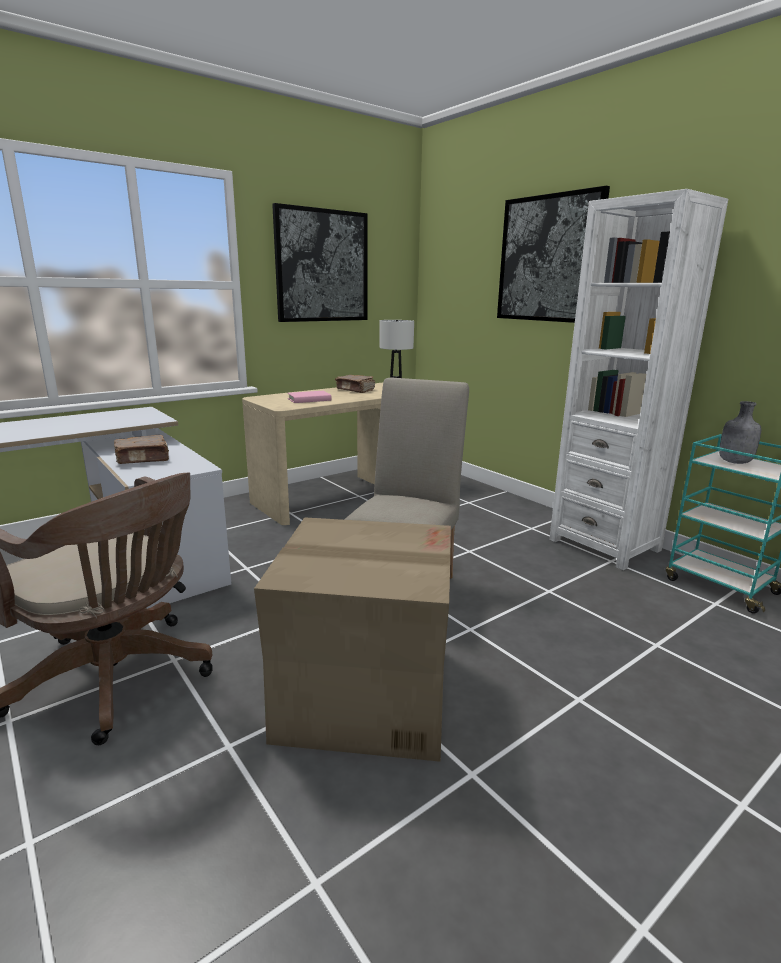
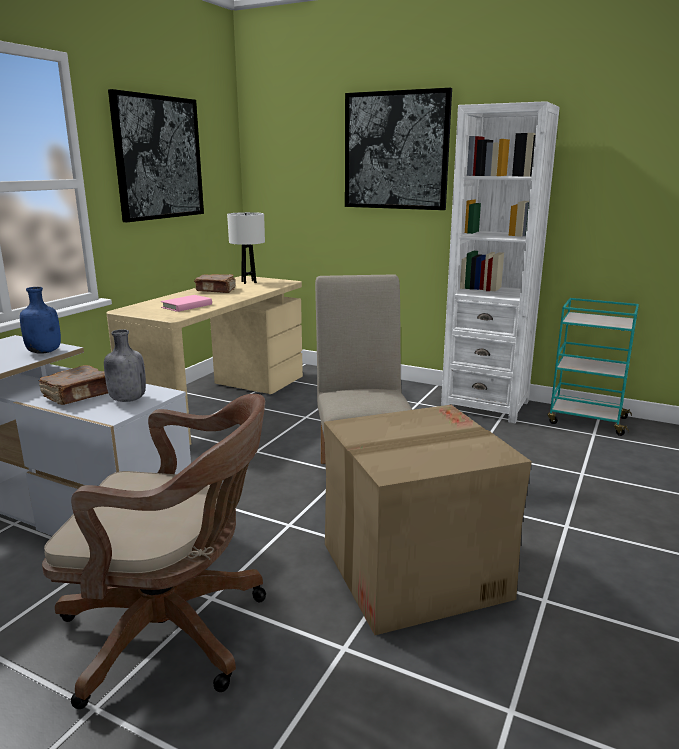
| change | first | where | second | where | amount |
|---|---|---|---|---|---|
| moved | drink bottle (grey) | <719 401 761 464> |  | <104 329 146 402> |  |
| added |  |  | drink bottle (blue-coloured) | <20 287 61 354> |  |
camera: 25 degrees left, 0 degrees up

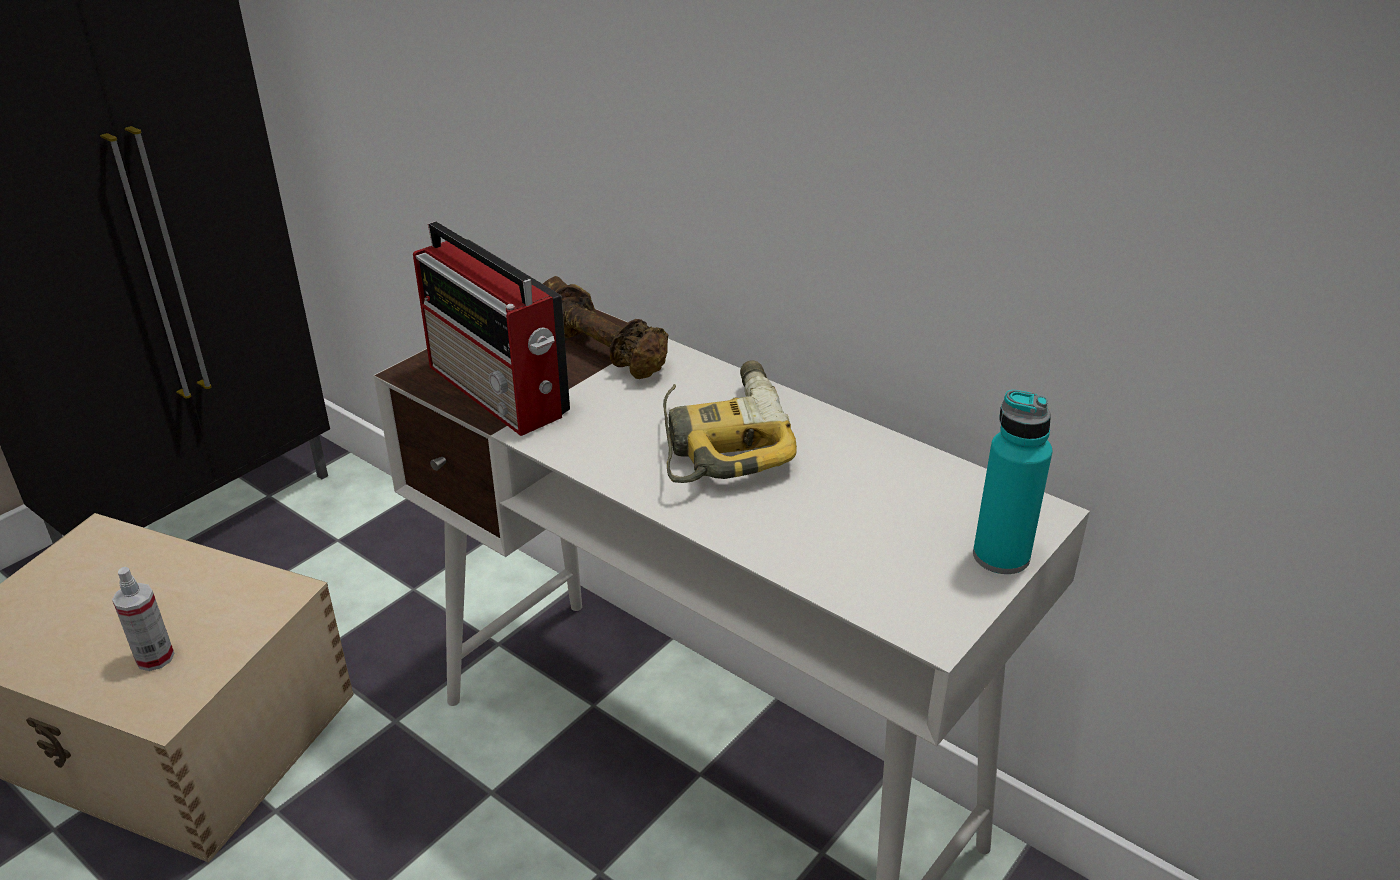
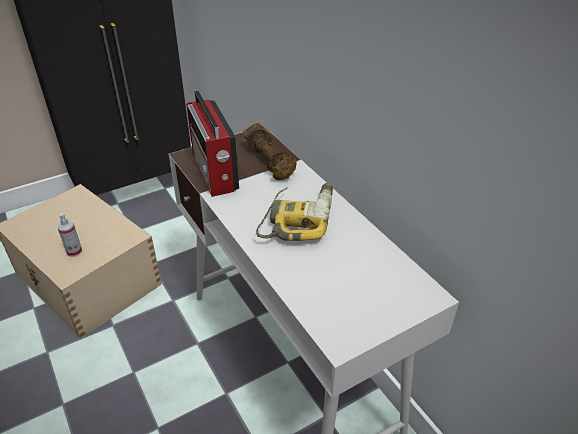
| change | first | where | second | where | amount |
|---|---|---|---|---|---|
| removed | drink bottle (blue-green) | <973 390 1052 574> |  |  |  |
camera: 20 degrees right, 5 degrees up

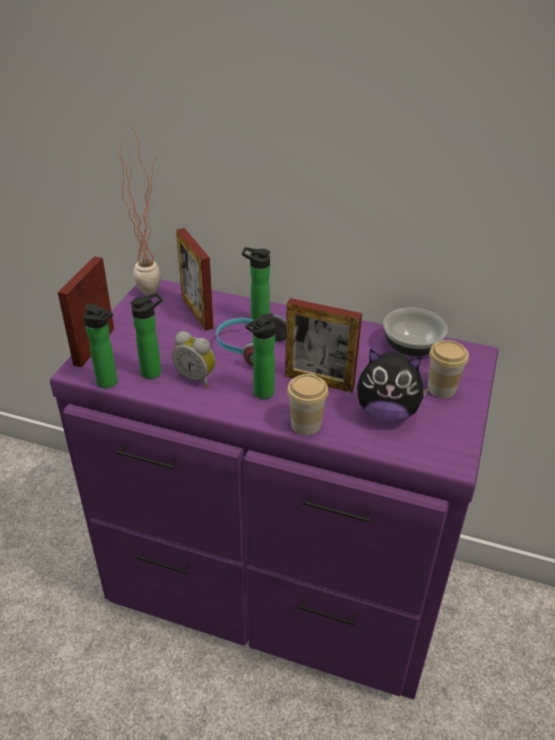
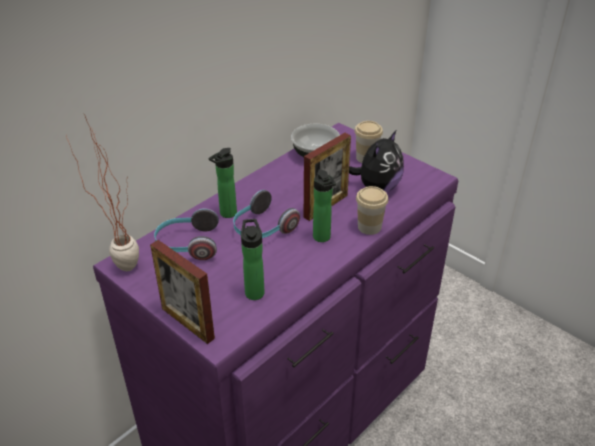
| change | first | where | second | where | amount |
|---|---|---|---|---|---|
| replaced | picture frame | <176 228 214 331> | headphones | <154 208 219 260> |  |
| removed | drink bottle | <83 304 117 388> |  |  |  |
| removed | bedside clock | <172 331 215 387> |  |  |  |
camera: 65 degrees left, 0 degrees up

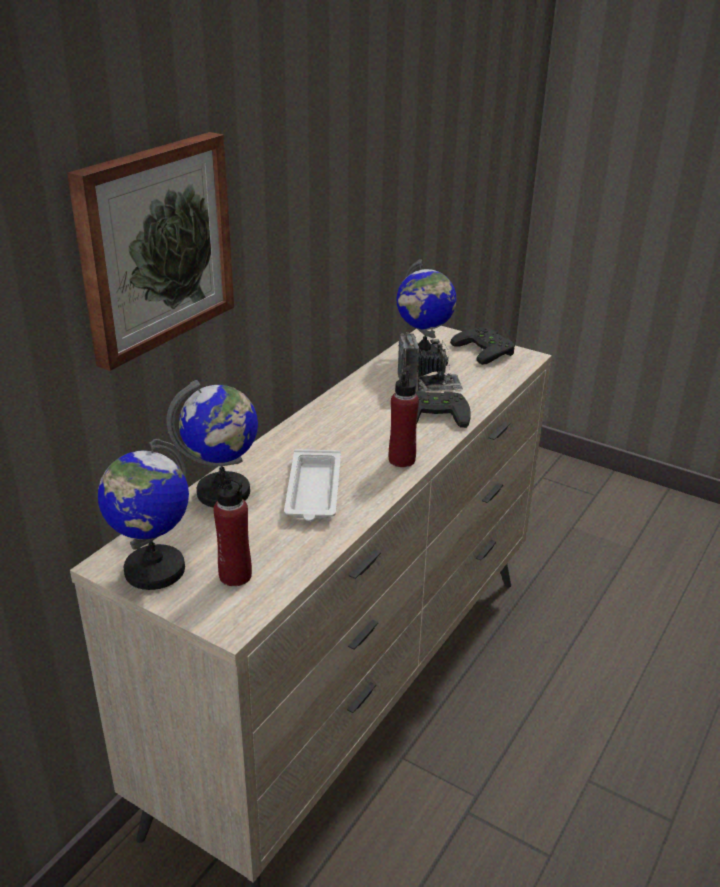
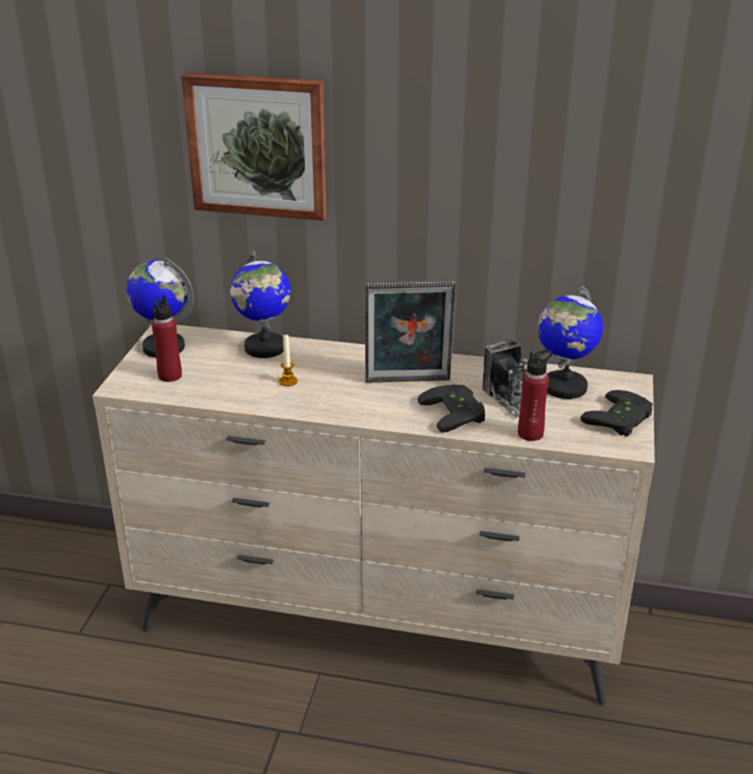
| change | first | where | second | where | amount |
|---|---|---|---|---|---|
| moved | drink bottle (red-coloured) | <389 365 419 467> |  | <518 350 552 441> |  |
| replaced | tray (white) | <284 449 341 521> | wax light | <279 333 297 386> |  |
| added |  |  | picture frame | <365 280 456 383> |  |
camera: 70 degrees right, 0 degrees up

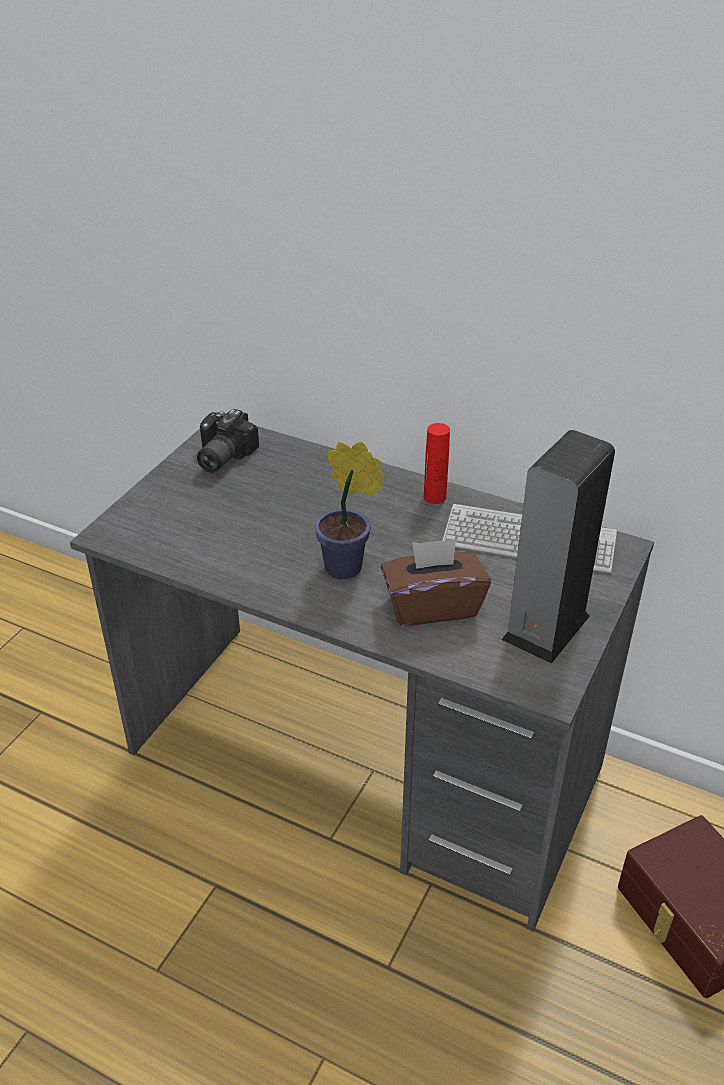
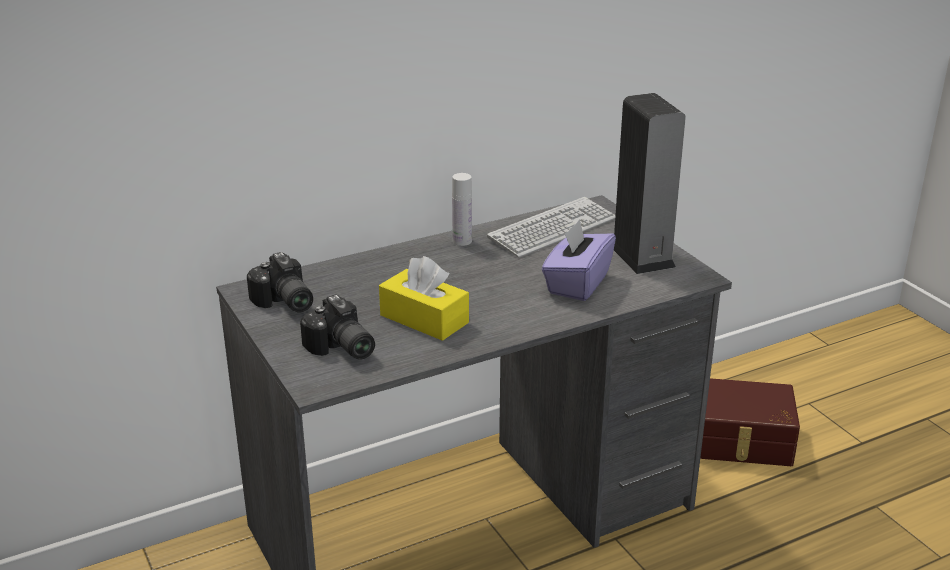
| change | first | where | second | where | amount |
|---|---|---|---|---|---|
| recoloured | drink bottle (red-coloured) | <424 423 450 504> | drink bottle (white) | <452 173 472 246> |  |
| removed | potted plant | <315 442 385 579> |  |  |  |
| recoloured | tissue box (brown-coloured) | <381 539 491 626> | tissue box (purplish) | <542 219 616 301> |  |
| added |  |  | tissue box (yellowish) | <379 256 469 341> |  |
| added |  |  | still camera | <300 294 375 360> |  |
camera: 55 degrees left, 10 degrees down

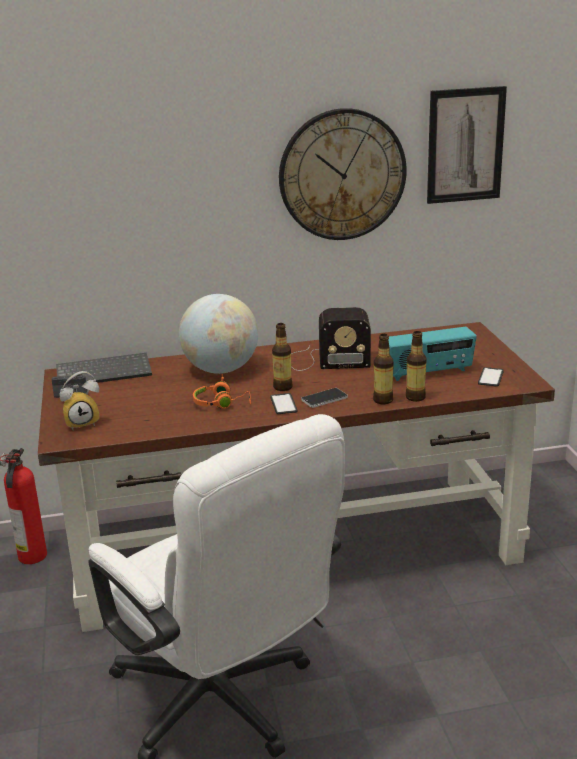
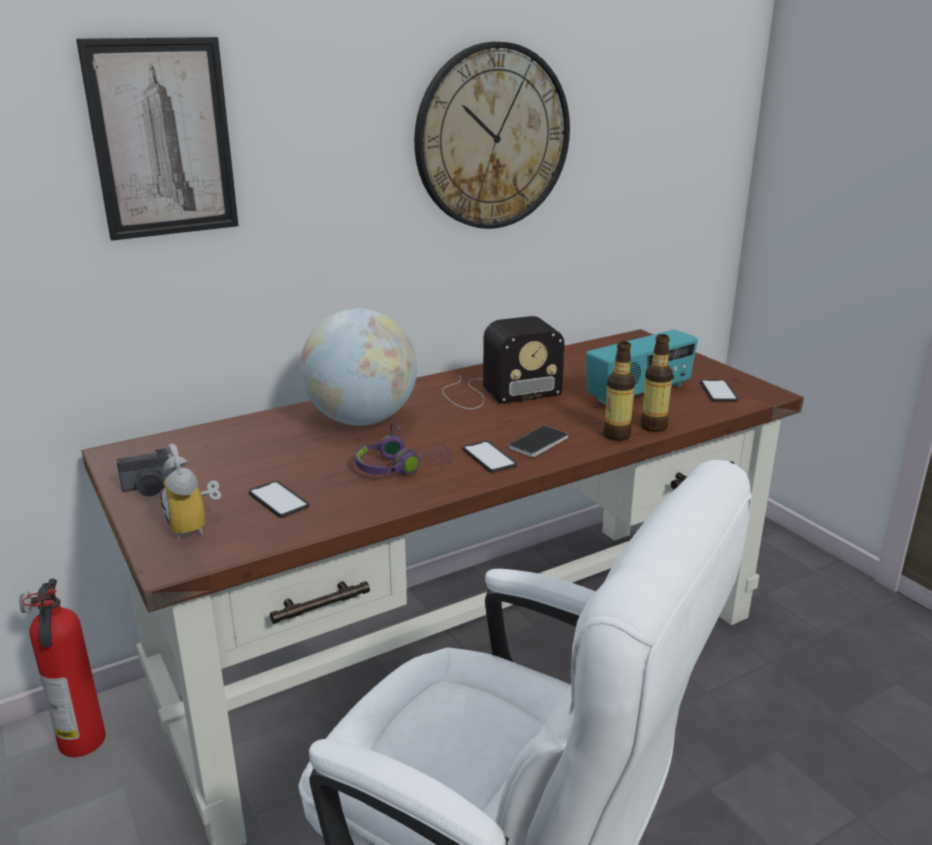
| change | first | where | second | where | amount |
|---|---|---|---|---|---|
| moved | wall picture | <427 86 507 204> |  | <76 37 238 241> |  |
| removed | drink bottle | <272 323 293 391> |  |  |  |
| removed | computer keyboard | <56 353 152 383> |  |  |  |
| turned | bedside clock | <60 371 100 430> |  | <161 444 221 539> | 105 degrees clockwise |
| recoloured | headphones (orange-coloured) | <193 374 251 409> | headphones (purplish) | <355 423 451 475> |  |
| added |  |  | handset | <249 481 309 517> |  |
camera: 20 degrees left, 0 degrees up

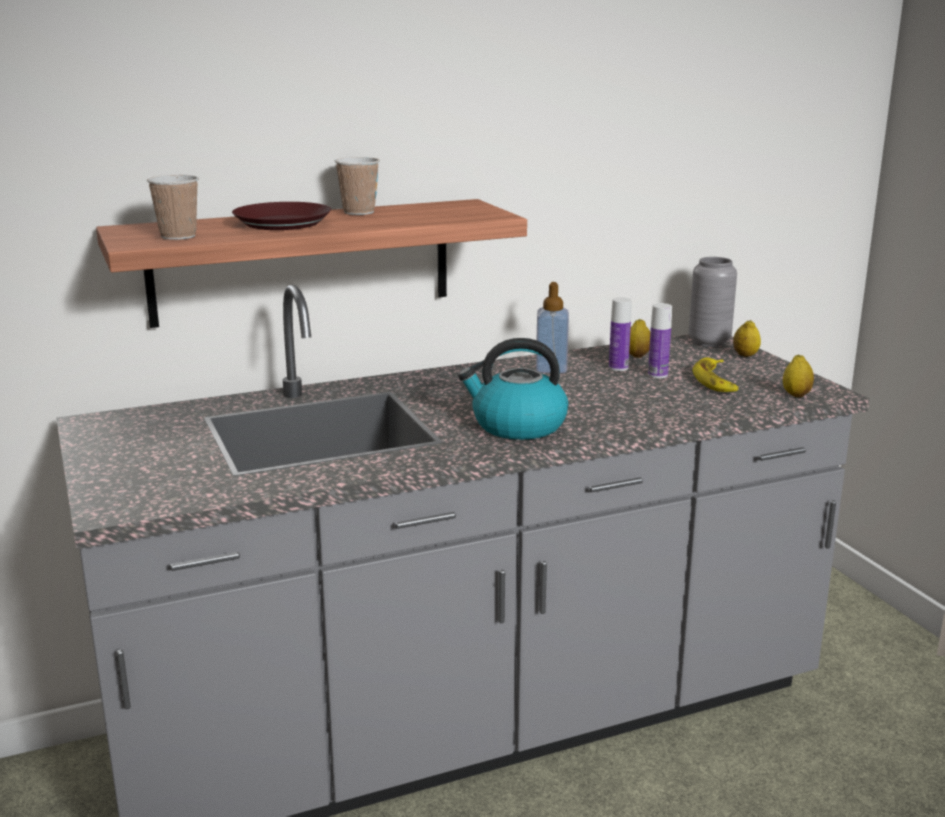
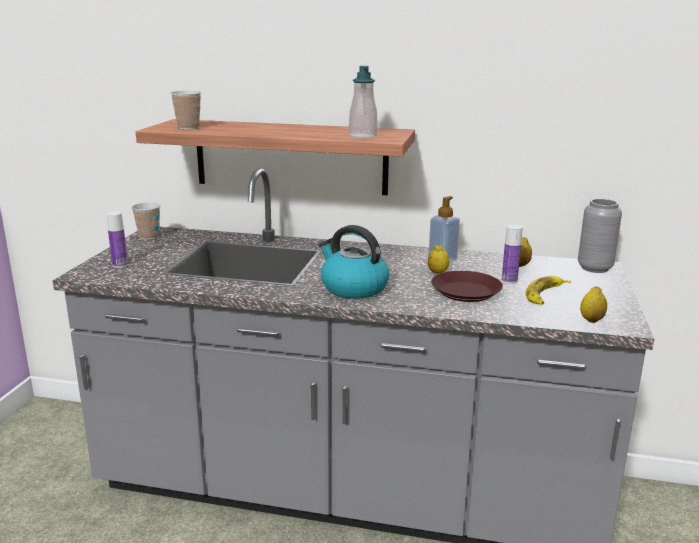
| change | first | where | second | where | amount |
|---|---|---|---|---|---|
| moved | small cup | <335 157 380 215> |  | <132 203 160 240> |  |
| moved | plate (brown-coloured) | <232 202 331 230> |  | <431 271 503 302> |  |
| moved | drink bottle | <609 297 632 371> |  | <106 211 128 268> |  |
| moved | whole lemon | <733 320 761 357> |  | <428 244 449 274> |  |
| added |  |  | soap bottle | <349 66 378 138> |  |
camera: 35 degrees right, 0 degrees up

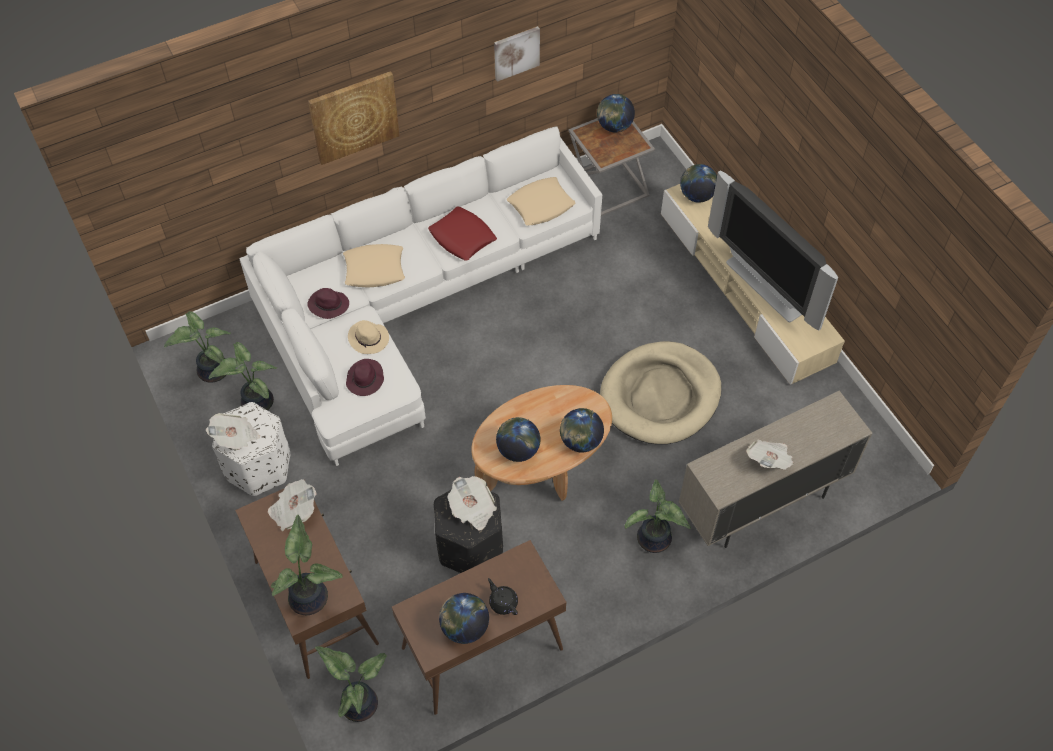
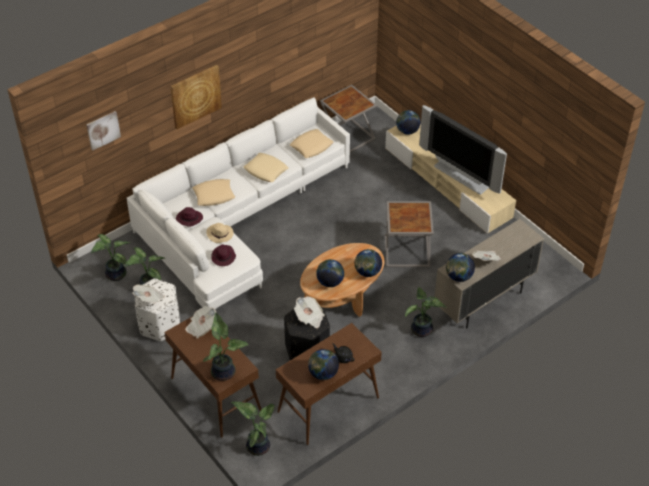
| change | first | where | second | where | amount |
|---|---|---|---|---|---|
| moved | wall picture | <494 26 540 82> |  | <86 111 121 150> |  |
| moved | globe | <597 94 635 133> |  | <446 253 475 282> |  |
| recoloured | cushion (red-coloured) | <428 206 497 261> | cushion (sand-coloured) | <243 153 289 182> |  |
| replaced | dog bed (sand-coloured) | <600 341 721 444> | side table (grey) | <385 201 434 267> |  |
camera: 10 degrees left, 10 degrees down

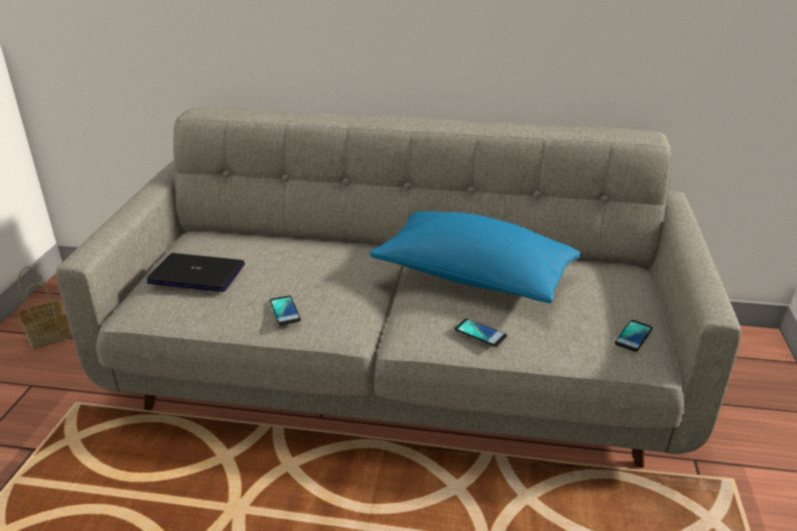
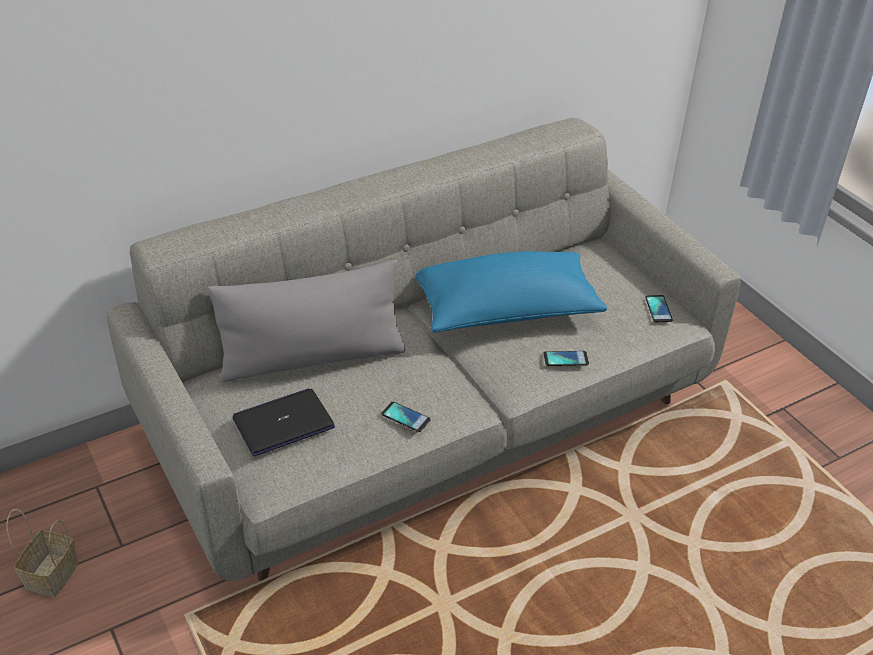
| change | first | where | second | where | amount |
|---|---|---|---|---|---|
| added |  |  | cushion (grey) | <207 260 406 382> |  |
camera: 40 degrees left, 10 degrees up

